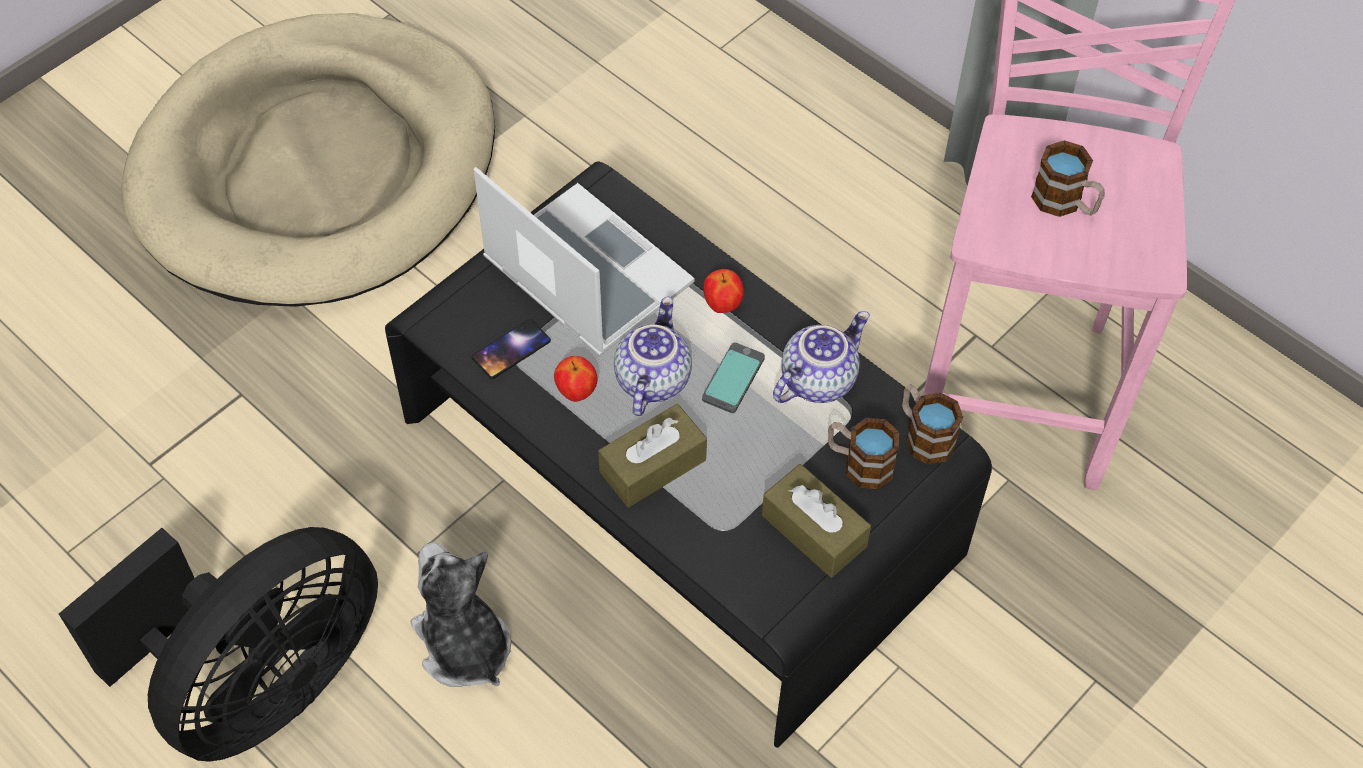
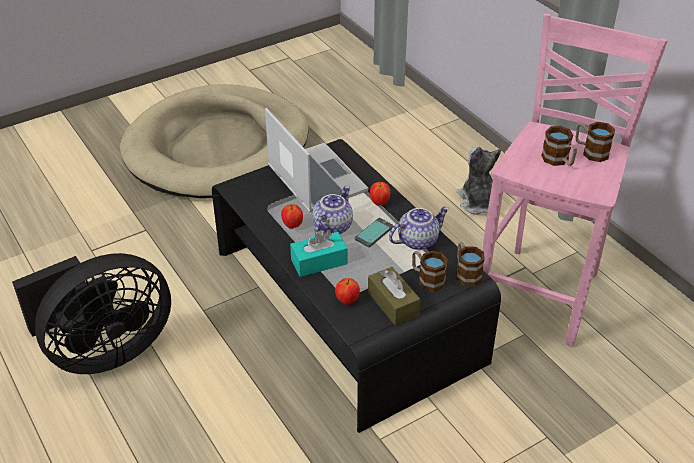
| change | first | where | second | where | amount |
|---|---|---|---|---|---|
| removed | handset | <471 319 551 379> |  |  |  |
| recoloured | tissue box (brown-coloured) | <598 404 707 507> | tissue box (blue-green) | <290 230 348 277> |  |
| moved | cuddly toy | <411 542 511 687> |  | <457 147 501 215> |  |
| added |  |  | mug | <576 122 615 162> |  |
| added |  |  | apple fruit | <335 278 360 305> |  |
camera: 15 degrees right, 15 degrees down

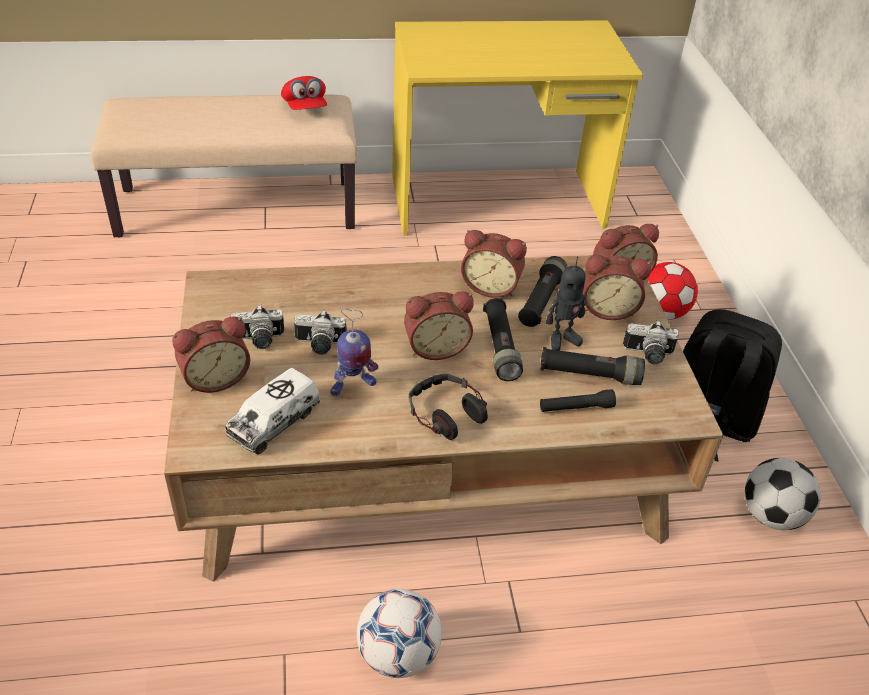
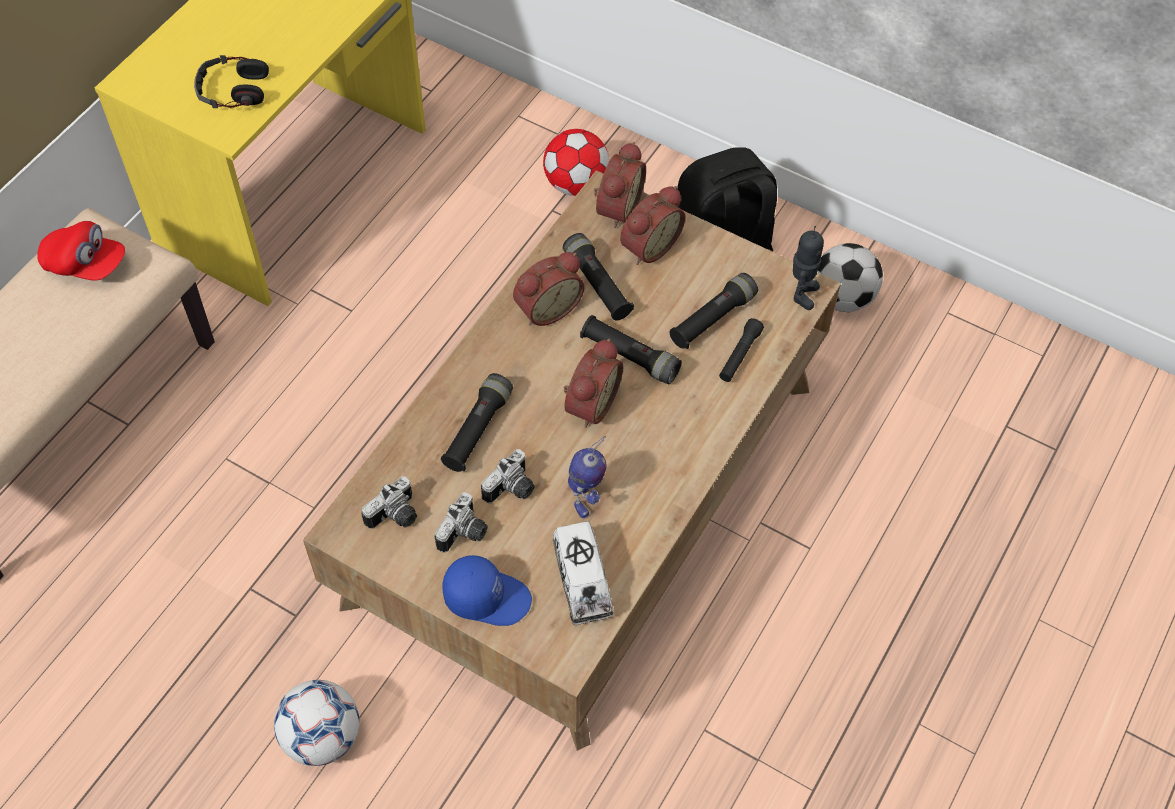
| change | first | where | second | where | amount |
|---|---|---|---|---|---|
| moved | robot figure | <546 257 586 351> |  | <793 226 824 310> |  |
| replaced | bedside clock | <172 316 250 393> | baseball cap (blue-coloured) | <442 555 532 626> |  |
| moved | still camera | <623 320 679 364> |  | <362 476 417 529> |  |
| moved | headphones | <409 374 488 440> |  | <194 55 269 108> |  |
| moved | football | <357 589 442 678> |  | <274 680 359 766> |  |
| added |  |  | flashlight (blackish) | <441 373 513 472> |  |
camera: 50 degrees left, 15 degrees up

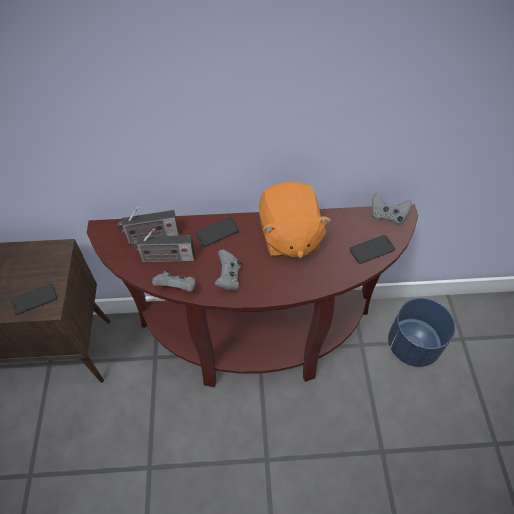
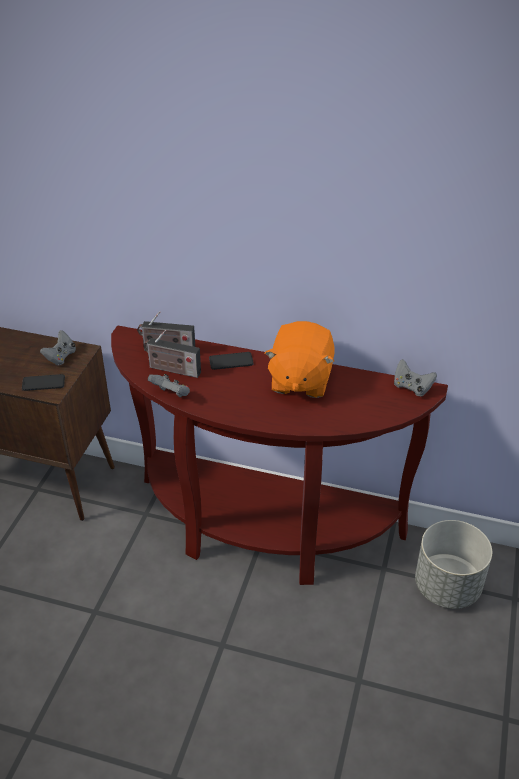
| change | first | where | second | where | amount |
|---|---|---|---|---|---|
| removed | handset | <350 235 395 264> |  |  |  |
| moved | game controller (grey) | <214 249 241 291> |  | <40 330 76 365> |  |
| recoloured | planter (blue-coloured) | <388 298 455 367> | planter (grey) | <415 520 492 609> |  |
camera: 20 degrees right, 15 degrees down

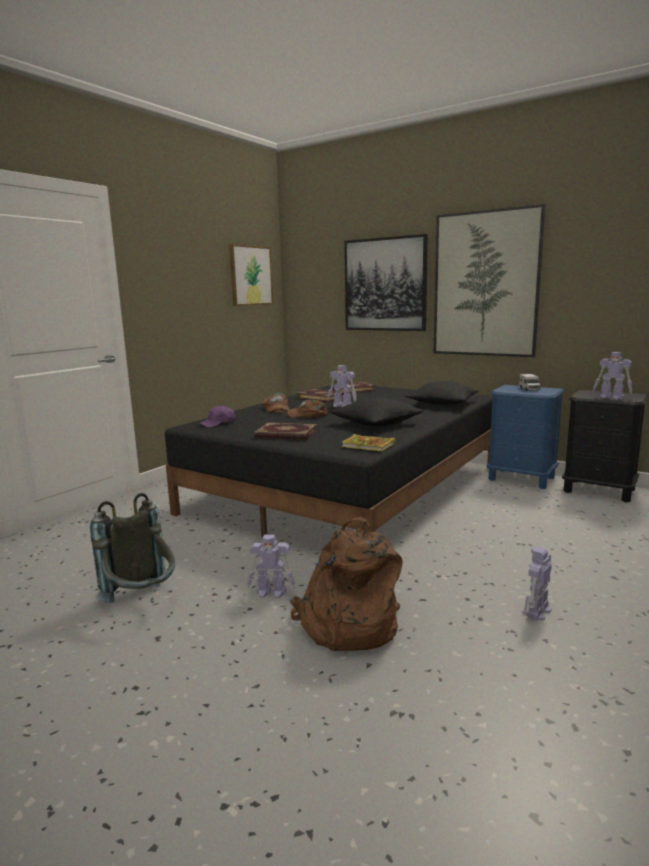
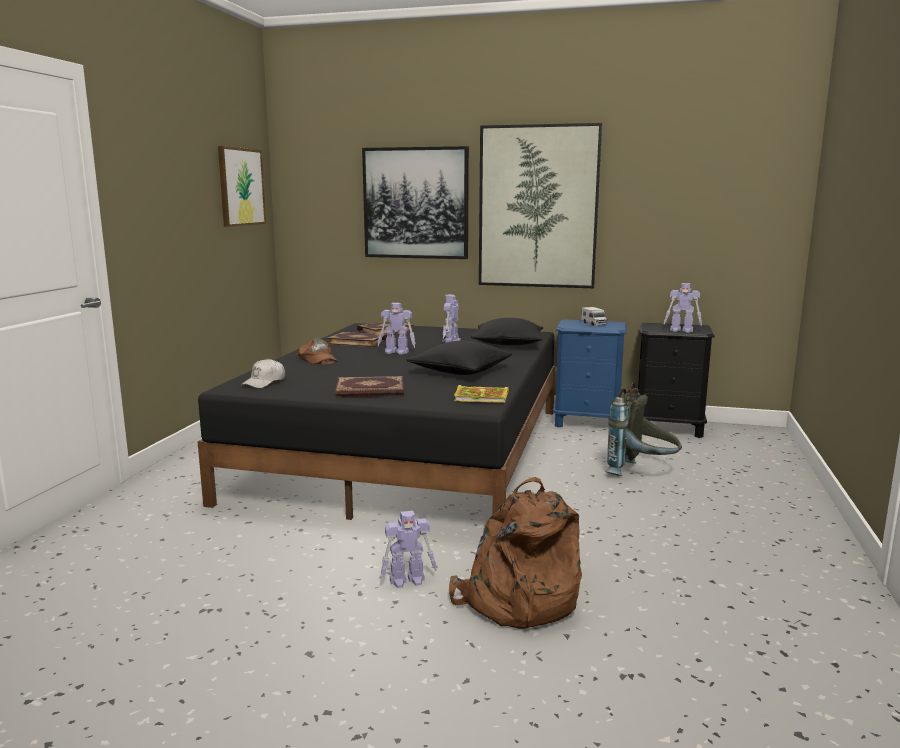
| change | first | where | second | where | amount |
|---|---|---|---|---|---|
| removed | baseball cap (brown-coloured) | <286 400 329 418> |  |  |  |
| recoloured | baseball cap (purplish) | <199 405 235 427> | baseball cap (white) | <241 358 285 388> |  |
| moved | knapsack (grey) | <90 493 175 603> |  | <606 382 682 476> |  |
| moved | robot figure | <522 547 552 621> |  | <442 295 461 343> |  |
camera: 20 degrees left, 0 degrees up

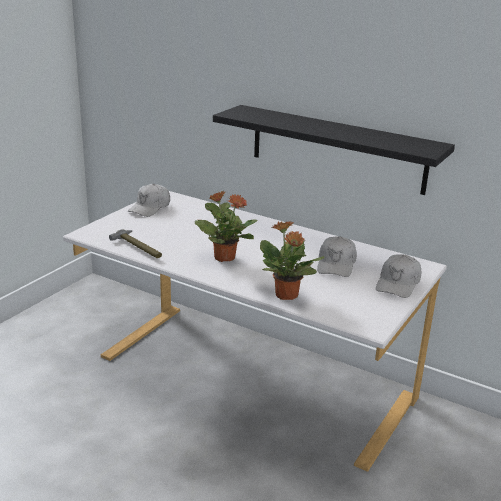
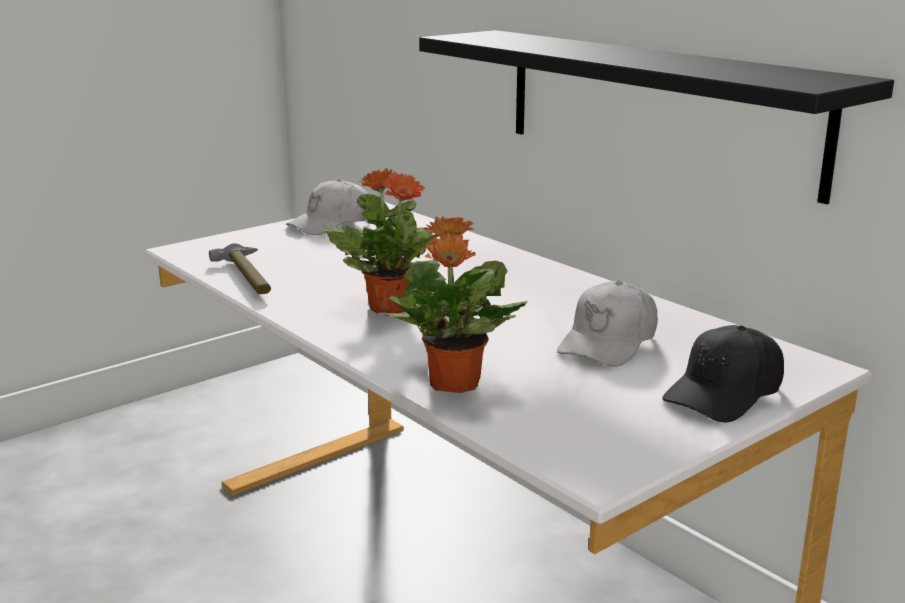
| change | first | where | second | where | amount |
|---|---|---|---|---|---|
| recoloured | baseball cap (white) | <376 254 421 298> | baseball cap (blackish) | <662 325 784 423> |  |
camera: 20 degrees right, 5 degrees down

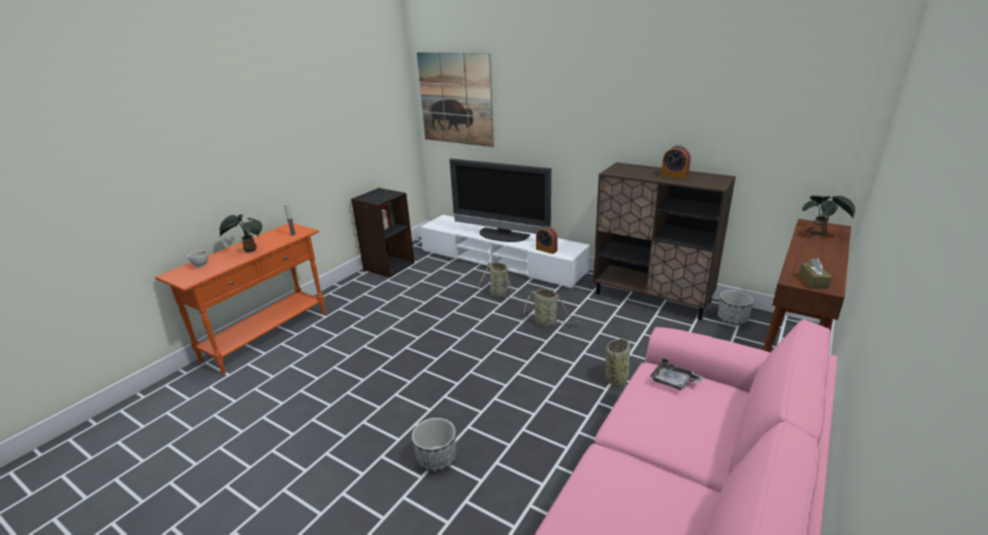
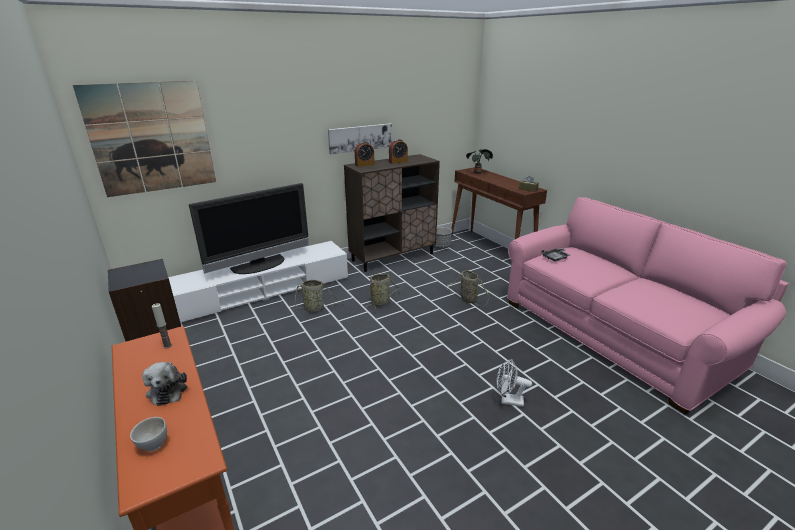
| change | first | where | second | where | amount |
|---|---|---|---|---|---|
| replaced | potted plant | <220 214 262 252> | cuddly toy | <142 362 187 406> |  |
| moved | bedside clock | <536 226 558 254> |  | <355 141 375 167> |  |
| replaced | planter | <412 418 456 472> | electric fan (white) | <497 359 532 407> |  |
| added |  |  | wall picture | <328 123 392 154> |  |
camera: 65 degrees left, 0 degrees up

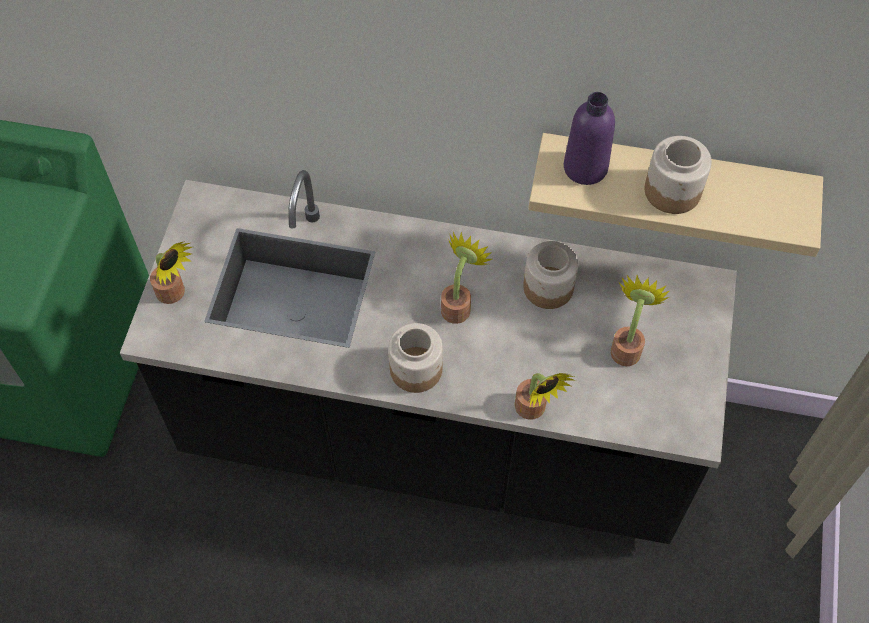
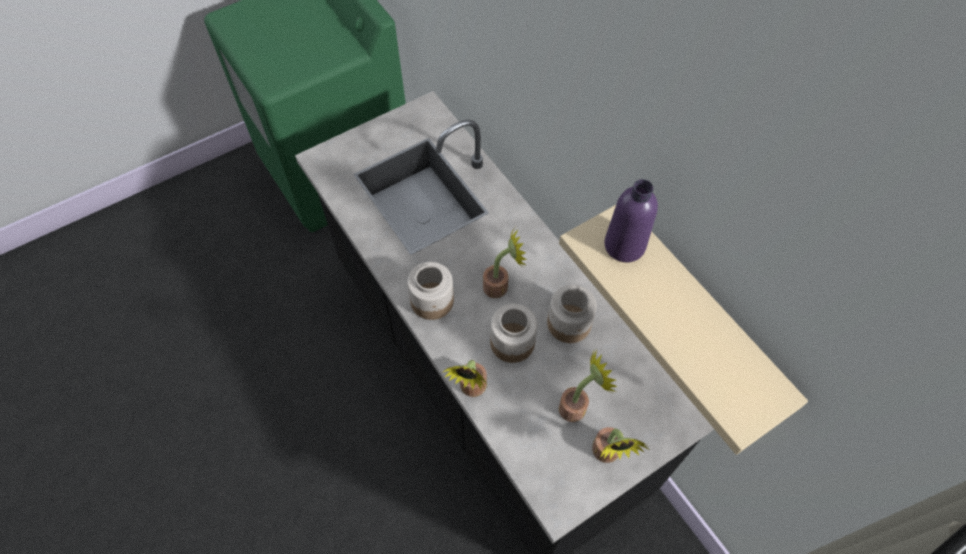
| change | first | where | second | where | amount |
|---|---|---|---|---|---|
| moved | preserve jar | <645 136 712 214> |  | <490 304 537 363> |  |
| moved | potted plant | <150 241 192 304> |  | <592 427 650 463> |  |
camera: 45 degrees right, 0 degrees up

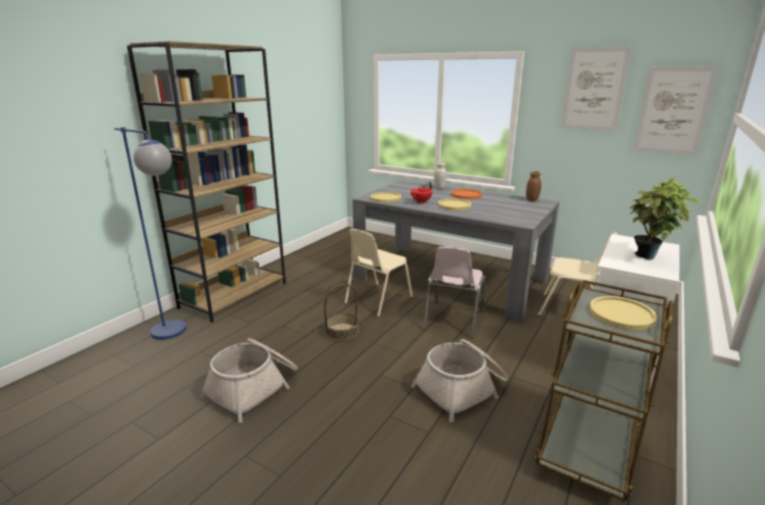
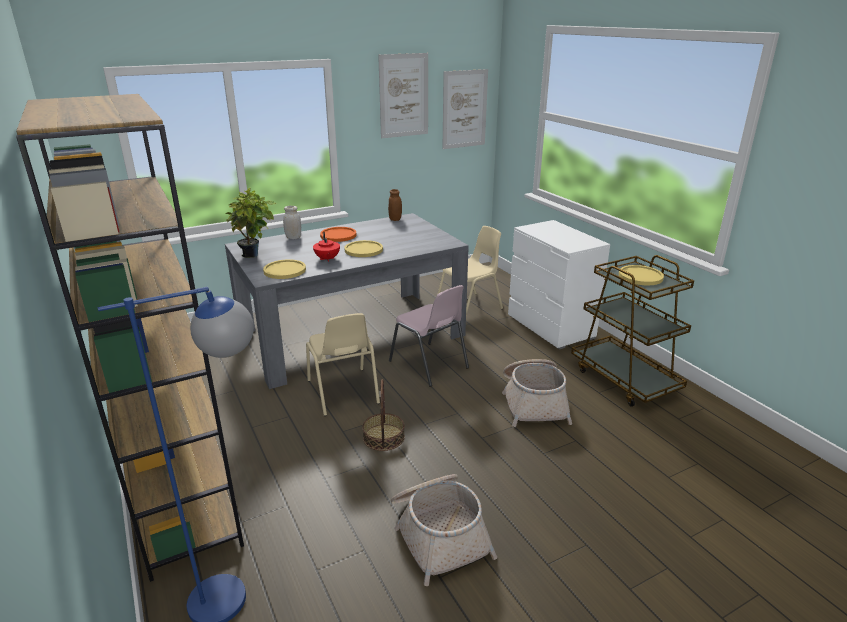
| change | first | where | second | where | amount |
|---|---|---|---|---|---|
| moved | potted plant | <630 177 702 259> |  | <225 187 276 258> |  |
camera: 60 degrees left, 5 degrees up

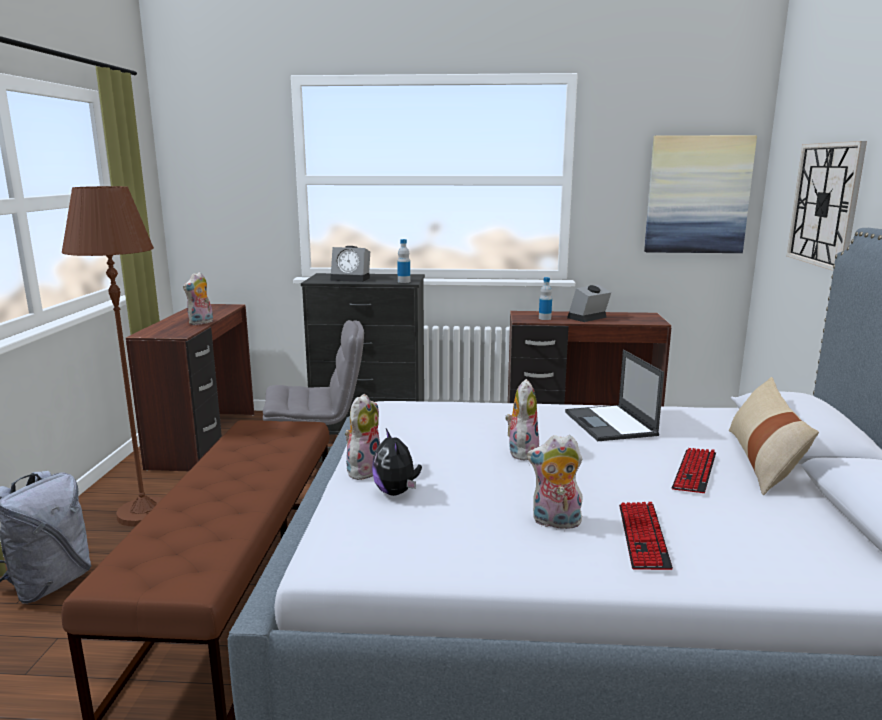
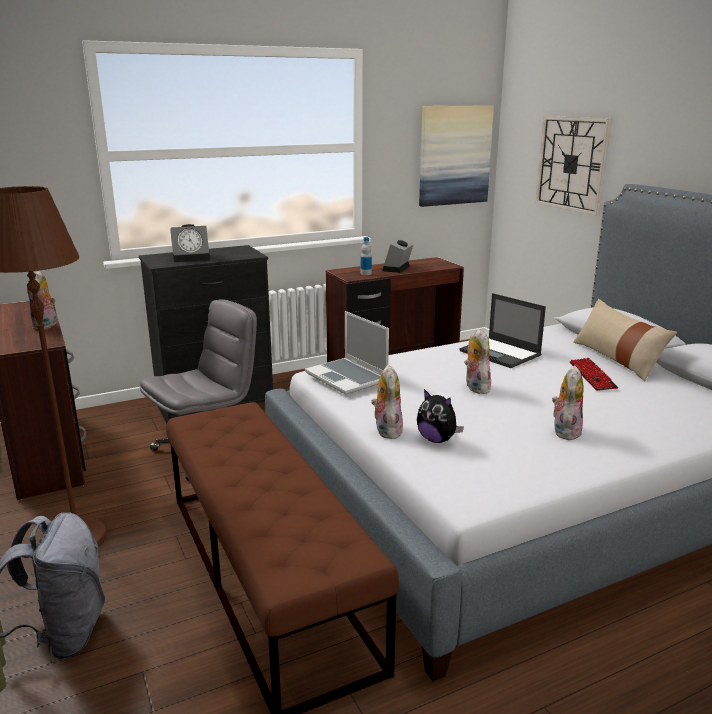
| change | first | where | second | where | amount |
|---|---|---|---|---|---|
| removed | drink bottle | <397 239 410 283> |  |  |  |
| turned | cuddly toy | <527 435 584 529> |  | <552 365 583 440> | 135 degrees clockwise |
| removed | computer keyboard | <619 502 673 570> |  |  |  |
| added |  |  | notebook computer | <305 311 389 395> |  |
camera: 30 degrees left, 5 degrees up

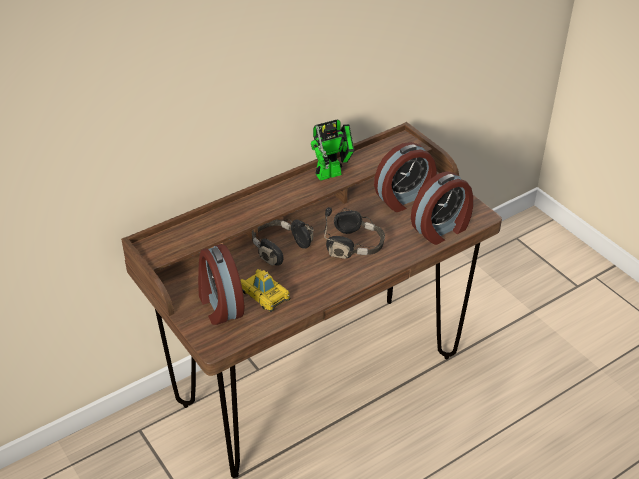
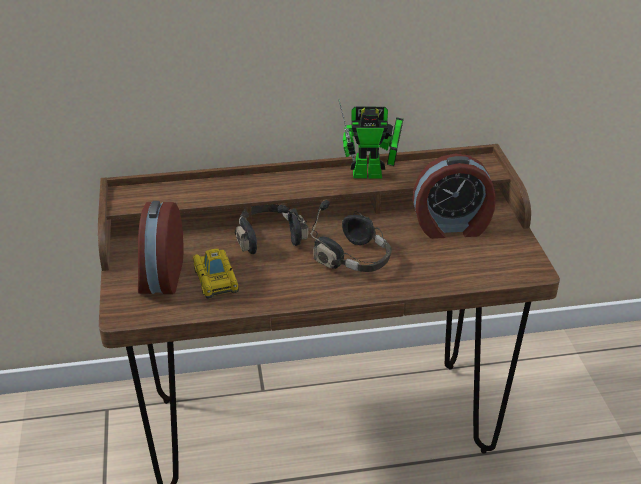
| change | first | where | second | where | amount |
|---|---|---|---|---|---|
| removed | bedside clock | <411 171 473 245> |  |  |  |
camera: 25 degrees right, 5 degrees down

